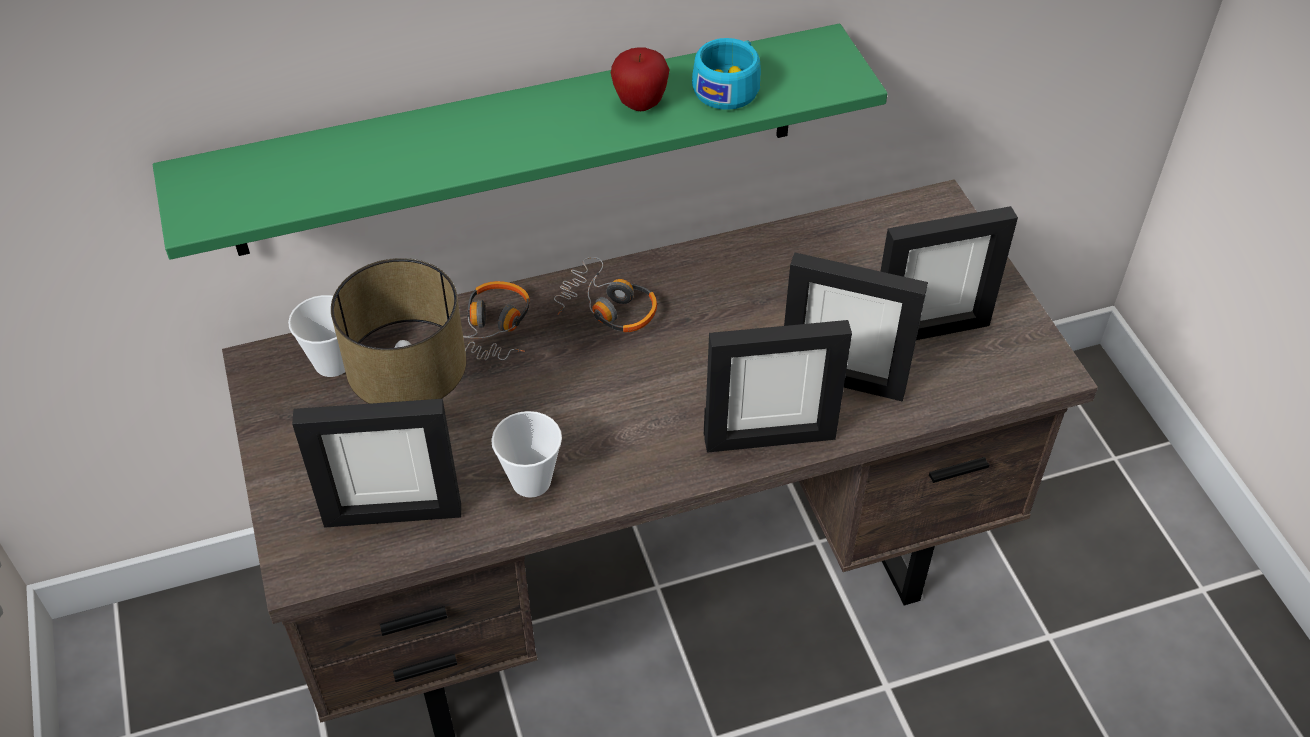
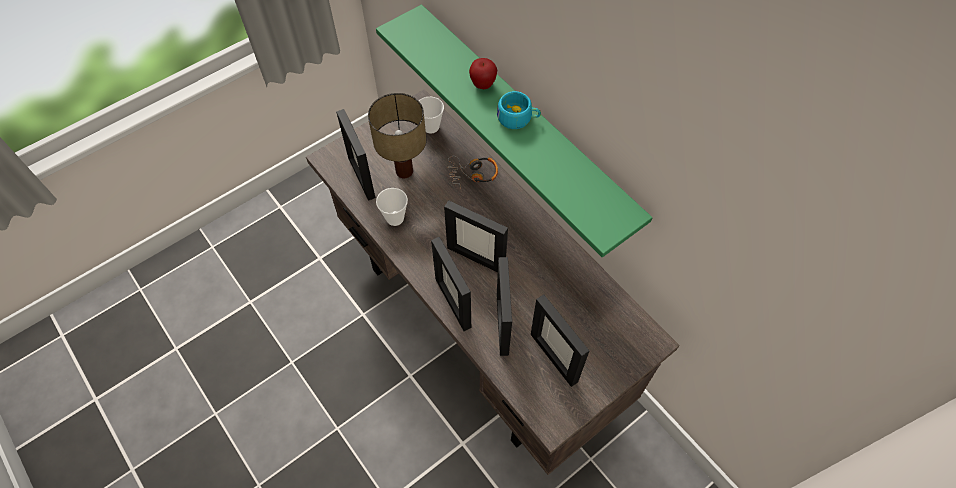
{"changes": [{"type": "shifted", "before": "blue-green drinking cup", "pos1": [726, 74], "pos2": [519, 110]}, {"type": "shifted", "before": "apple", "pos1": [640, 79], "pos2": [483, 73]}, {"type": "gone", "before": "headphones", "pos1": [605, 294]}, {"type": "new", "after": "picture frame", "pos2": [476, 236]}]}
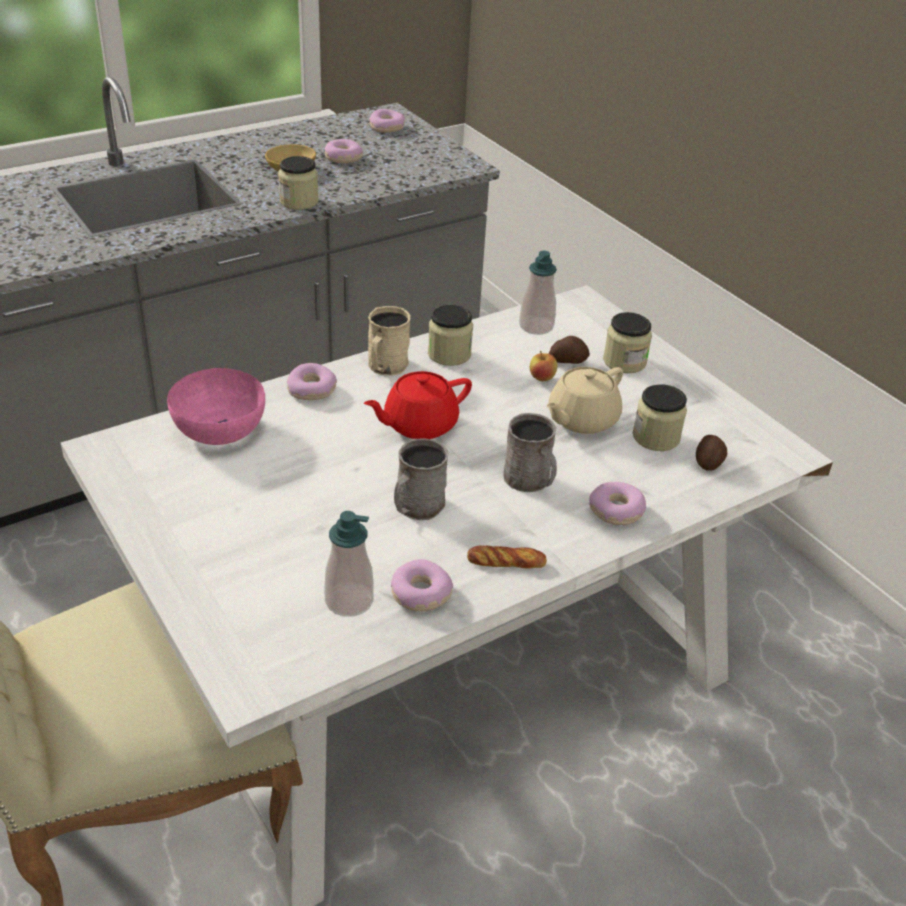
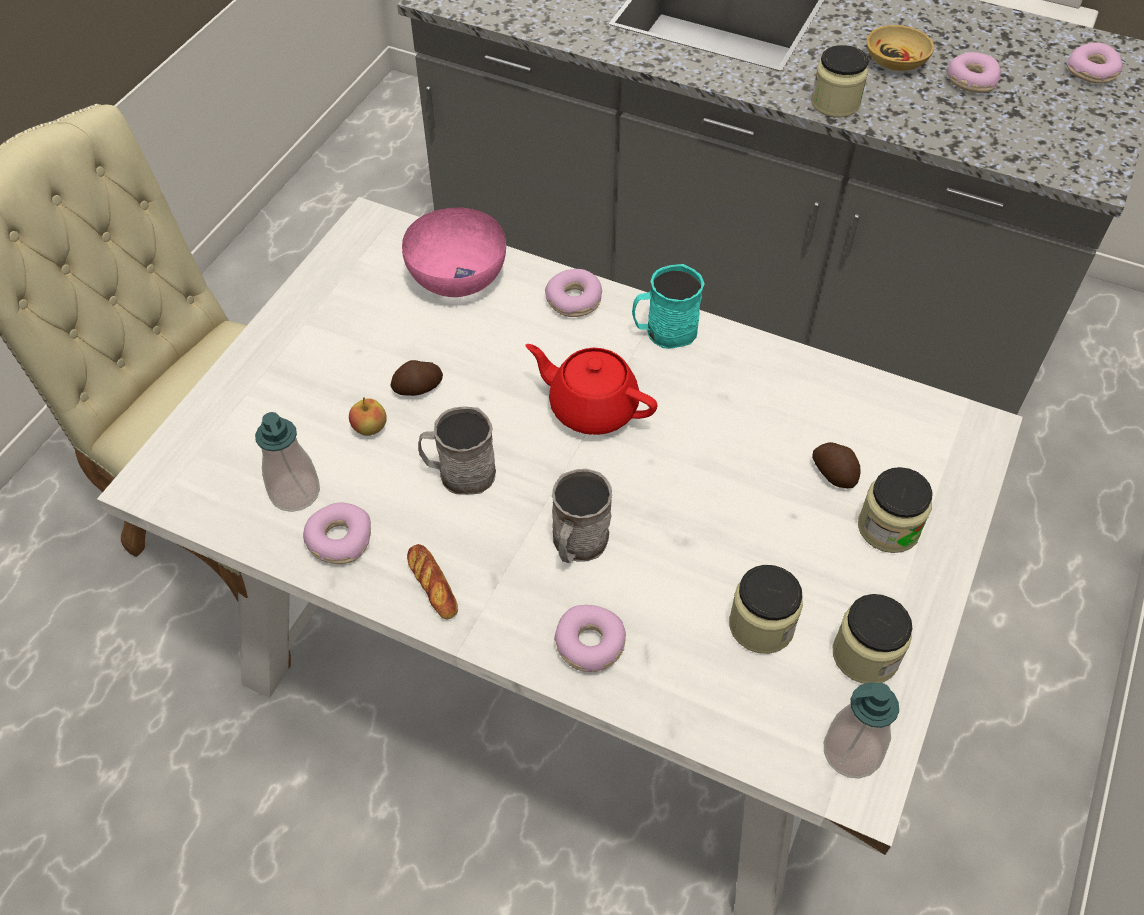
{"changes": [{"type": "shifted", "before": "liquid soap bottle", "pos1": [538, 293], "pos2": [861, 730]}, {"type": "shifted", "before": "jar", "pos1": [450, 335], "pos2": [872, 639]}, {"type": "repainted", "before": "beige-coloured tea mug", "after": "blue-green tea mug", "pos1": [389, 341], "pos2": [668, 306]}, {"type": "shifted", "before": "apple", "pos1": [544, 366], "pos2": [368, 416]}, {"type": "gone", "before": "beige-coloured teapot", "pos1": [585, 400]}, {"type": "shifted", "before": "potato", "pos1": [711, 453], "pos2": [416, 378]}]}
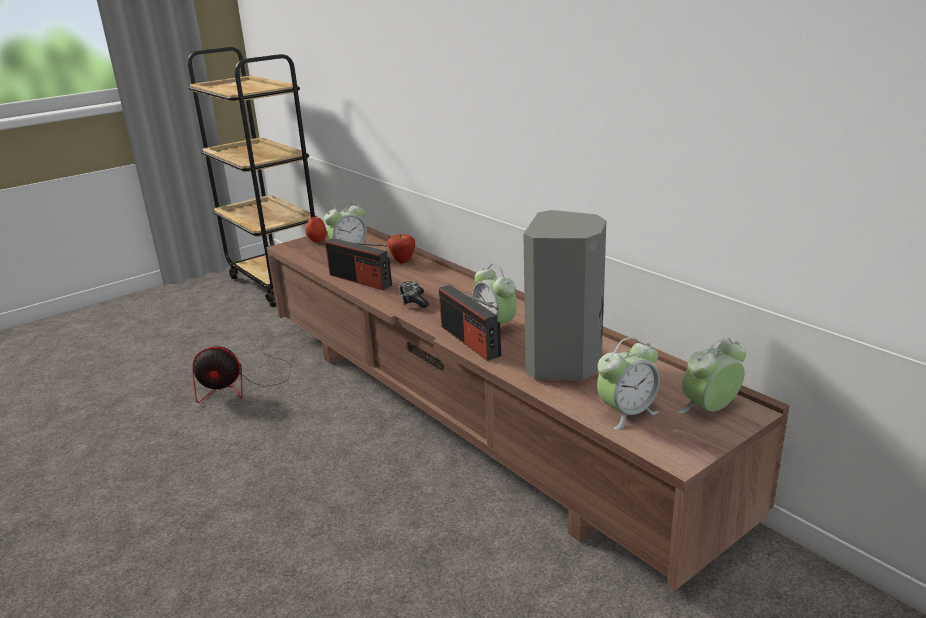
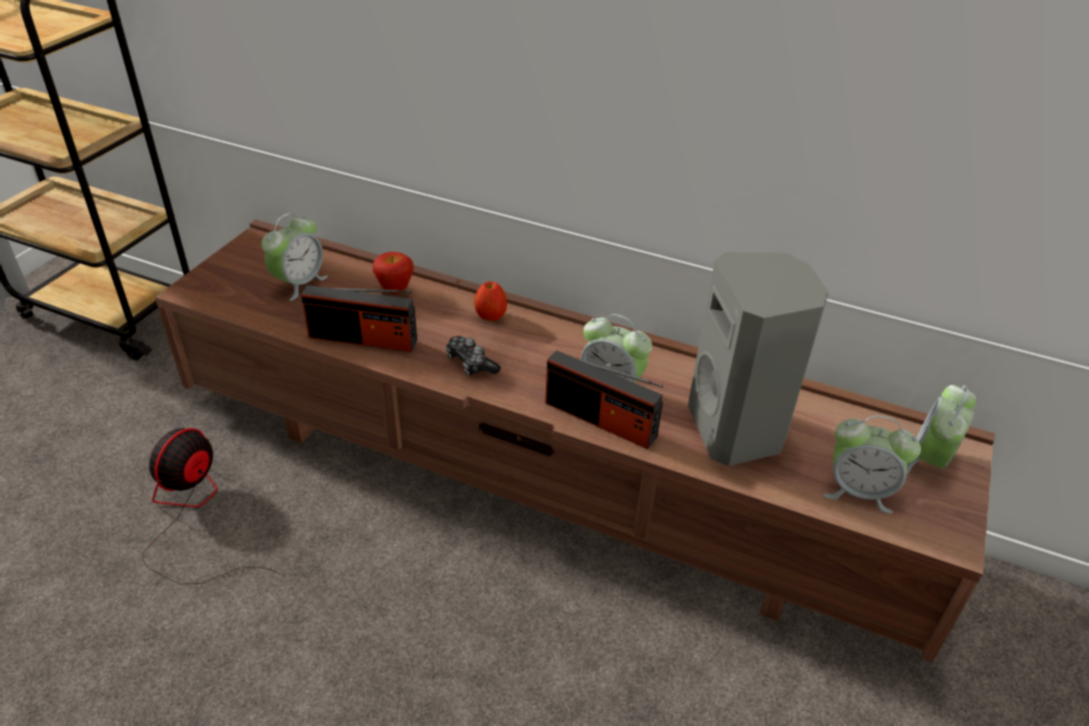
{"changes": [{"type": "shifted", "before": "apple", "pos1": [316, 229], "pos2": [490, 301]}, {"type": "rotated", "before": "alarm clock", "pos1": [628, 383], "pos2": [872, 464], "turn": 75}, {"type": "rotated", "before": "cooling fan", "pos1": [241, 373], "pos2": [213, 506], "turn": 150}]}
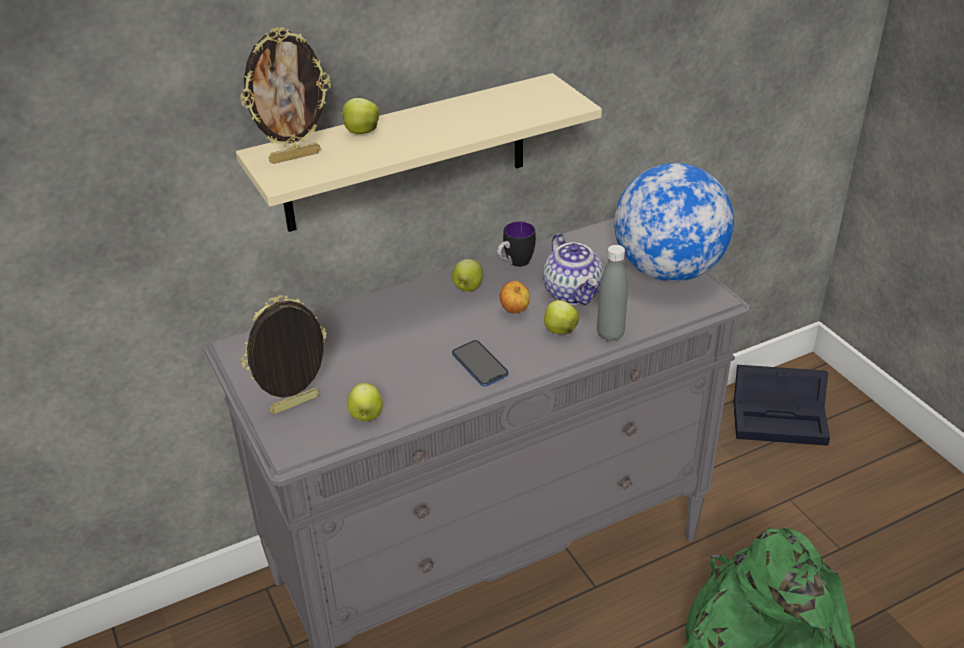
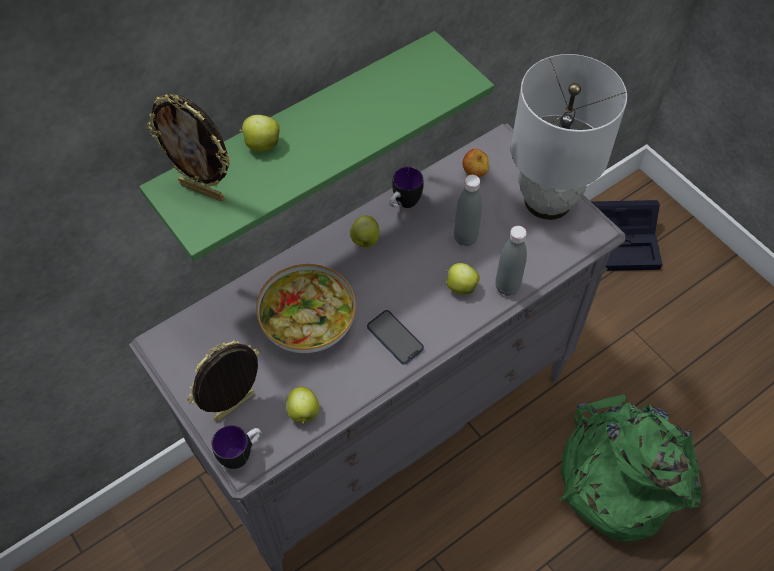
{"changes": [{"type": "rotated", "before": "picture frame", "pos1": [285, 95], "pos2": [188, 147], "turn": 60}, {"type": "repainted", "before": "beige-coloured bracket shelf", "after": "green-coloured bracket shelf", "pos1": [419, 152], "pos2": [316, 146]}, {"type": "swapped", "before": "globe", "after": "white tabletop lamp", "pos1": [674, 222], "pos2": [569, 137]}, {"type": "swapped", "before": "teapot", "after": "gray bottle", "pos1": [573, 269], "pos2": [468, 210]}, {"type": "shifted", "before": "apple", "pos1": [515, 297], "pos2": [476, 163]}, {"type": "new", "after": "deep dish", "pos2": [306, 308]}, {"type": "new", "after": "tea mug", "pos2": [236, 447]}]}
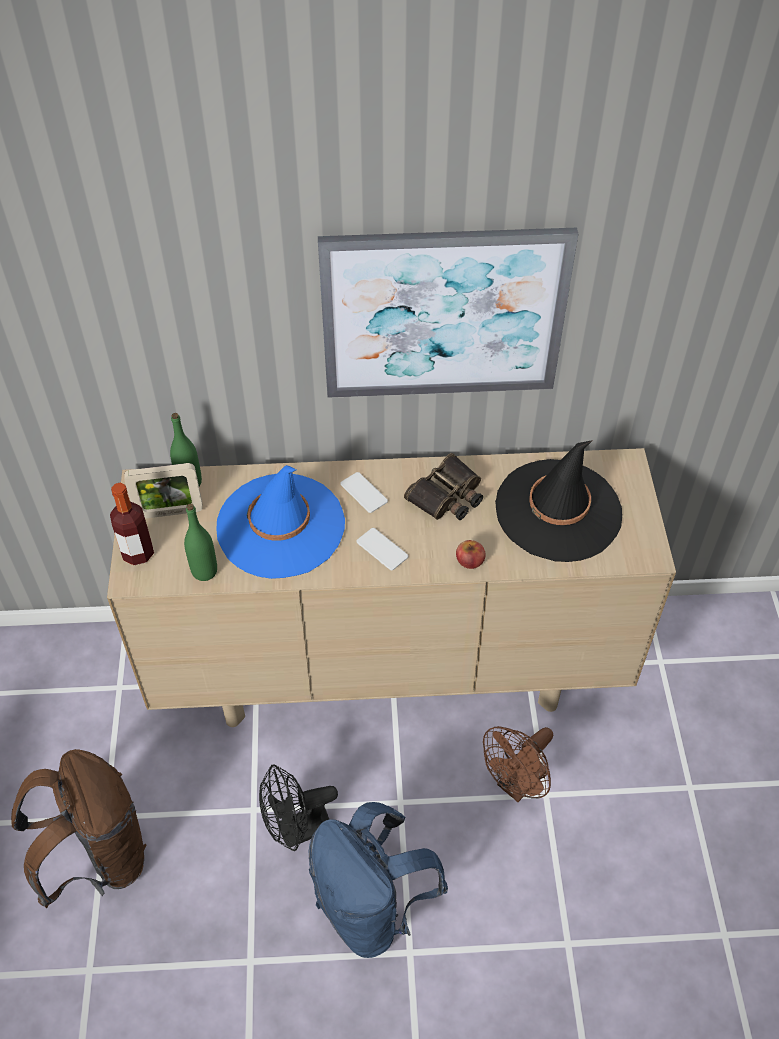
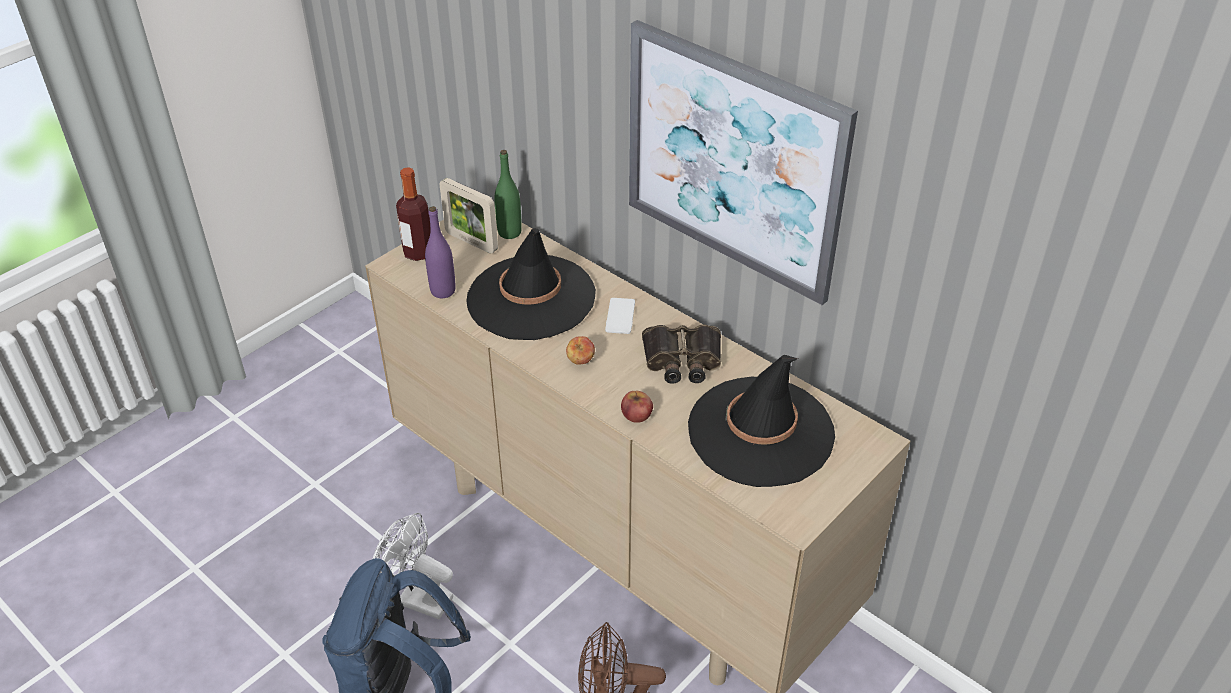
{"changes": [{"type": "repainted", "before": "blue clothing hat", "after": "black clothing hat", "pos1": [281, 522], "pos2": [531, 284]}, {"type": "repainted", "before": "green-coloured bottle", "after": "purplish bottle", "pos1": [200, 542], "pos2": [440, 252]}, {"type": "swapped", "before": "handset", "after": "apple", "pos1": [382, 549], "pos2": [580, 350]}, {"type": "gone", "before": "brownish knapsack", "pos1": [79, 828]}, {"type": "repainted", "before": "black cooling fan", "after": "white cooling fan", "pos1": [298, 807], "pos2": [413, 566]}]}
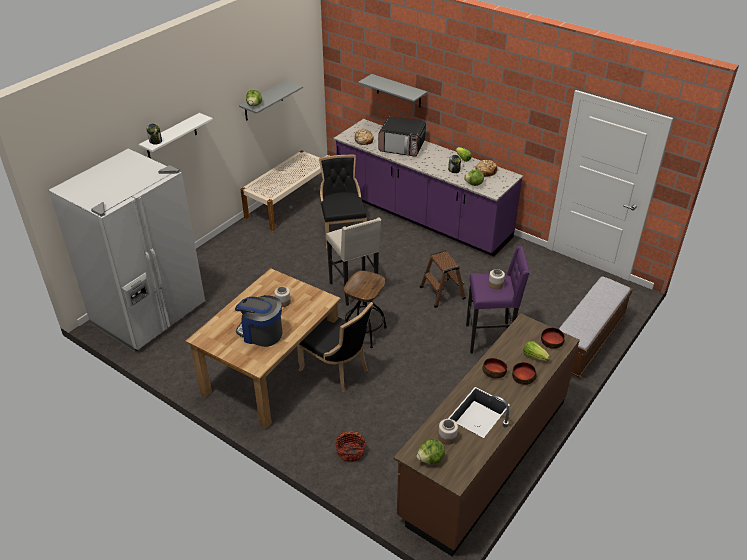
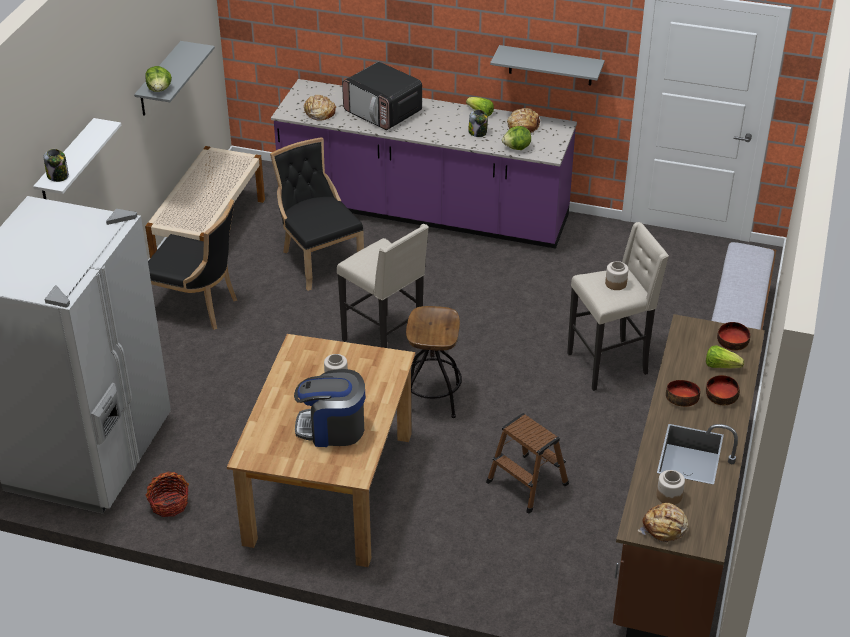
{"changes": [{"type": "shifted", "before": "gray bracket shelf", "pos1": [392, 90], "pos2": [547, 65]}, {"type": "rotated", "before": "kitchen microwave", "pos1": [402, 136], "pos2": [382, 96], "turn": 45}, {"type": "repainted", "before": "purplish stool", "after": "beige-coloured stool", "pos1": [498, 299], "pos2": [618, 306]}, {"type": "shifted", "before": "brownish step stool", "pos1": [442, 279], "pos2": [527, 463]}, {"type": "shifted", "before": "black plain chair", "pos1": [335, 347], "pos2": [192, 264]}, {"type": "shifted", "before": "household basket", "pos1": [350, 446], "pos2": [167, 494]}, {"type": "swapped", "before": "lettuce head", "after": "bread", "pos1": [430, 451], "pos2": [663, 523]}]}
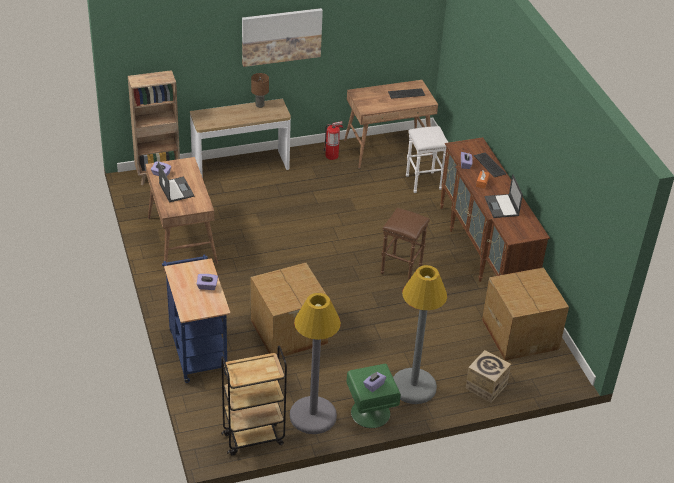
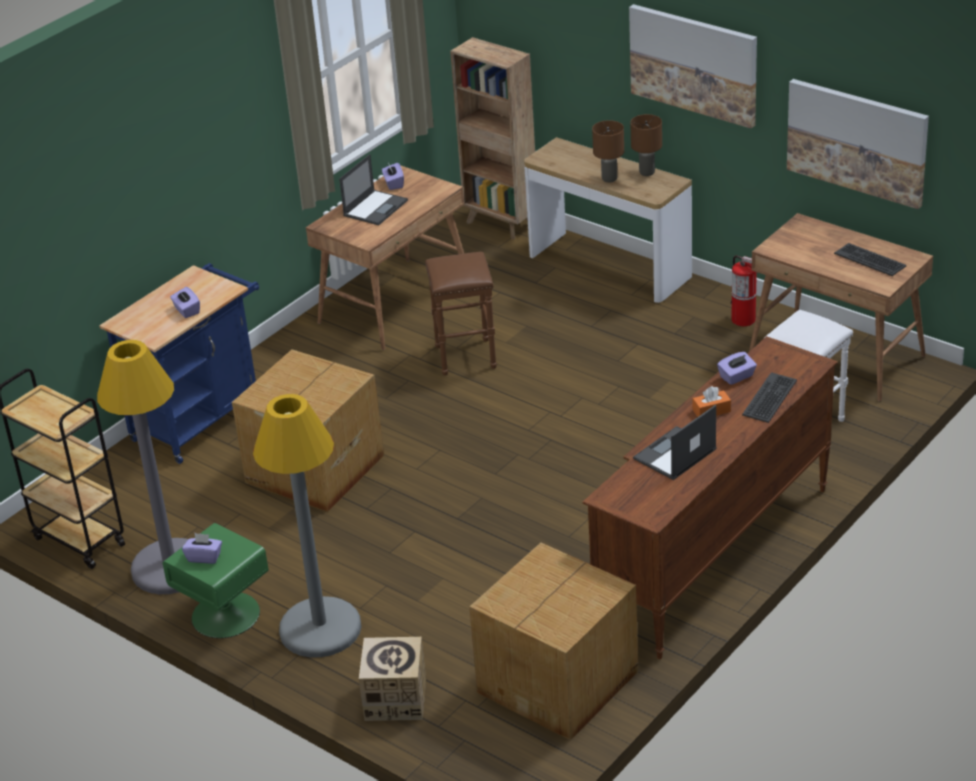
{"changes": [{"type": "shifted", "before": "brownish stool", "pos1": [405, 245], "pos2": [461, 314]}, {"type": "new", "after": "picture", "pos2": [858, 144]}, {"type": "new", "after": "brownish tabletop lamp", "pos2": [608, 151]}]}
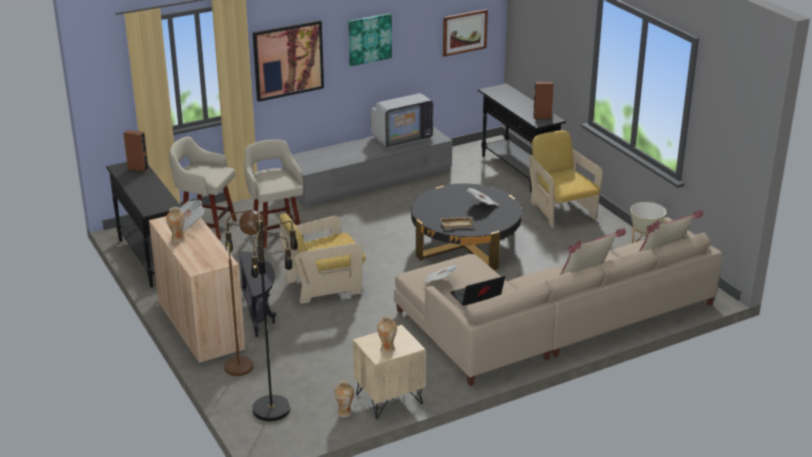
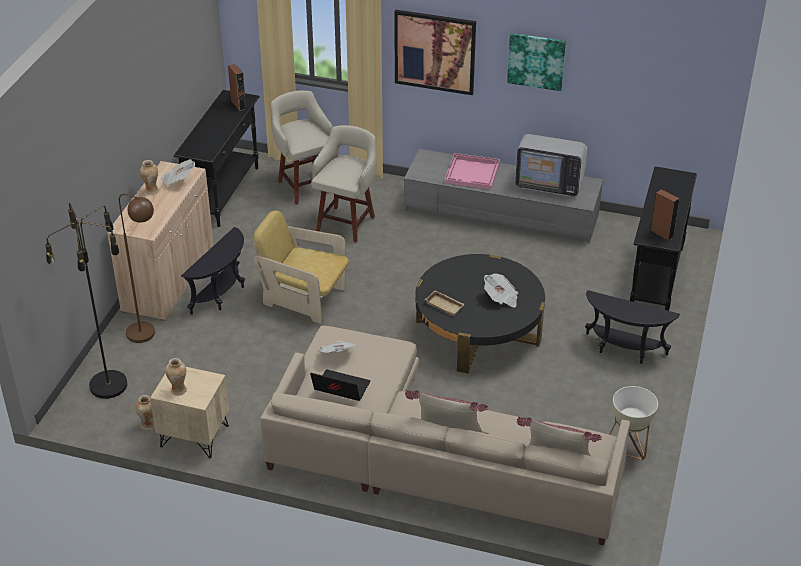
{"changes": [{"type": "gone", "before": "picture", "pos1": [465, 33]}, {"type": "swapped", "before": "yellowish easy chair", "after": "black end table", "pos1": [566, 179], "pos2": [632, 327]}, {"type": "new", "after": "pink tray", "pos2": [472, 171]}]}
